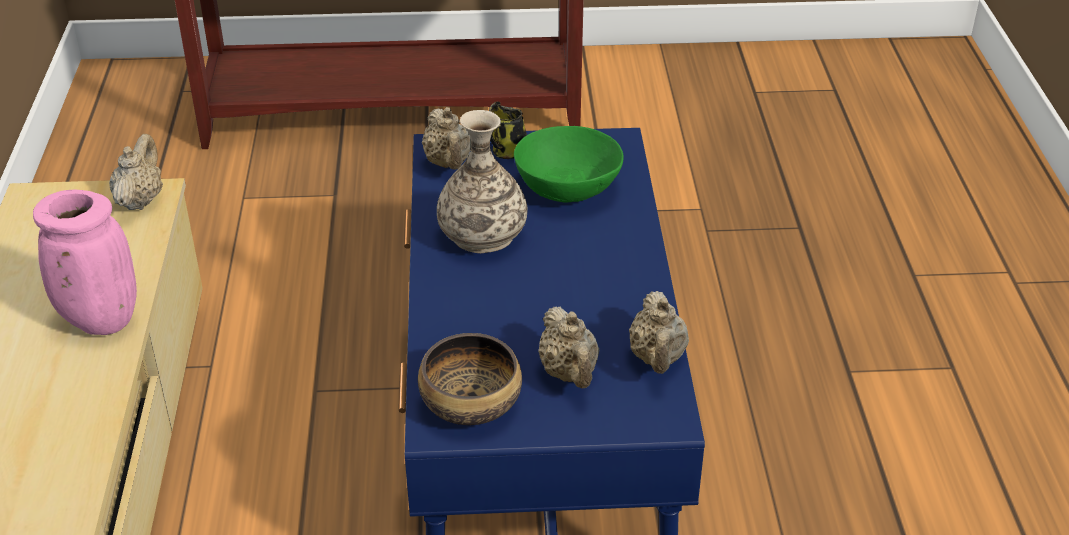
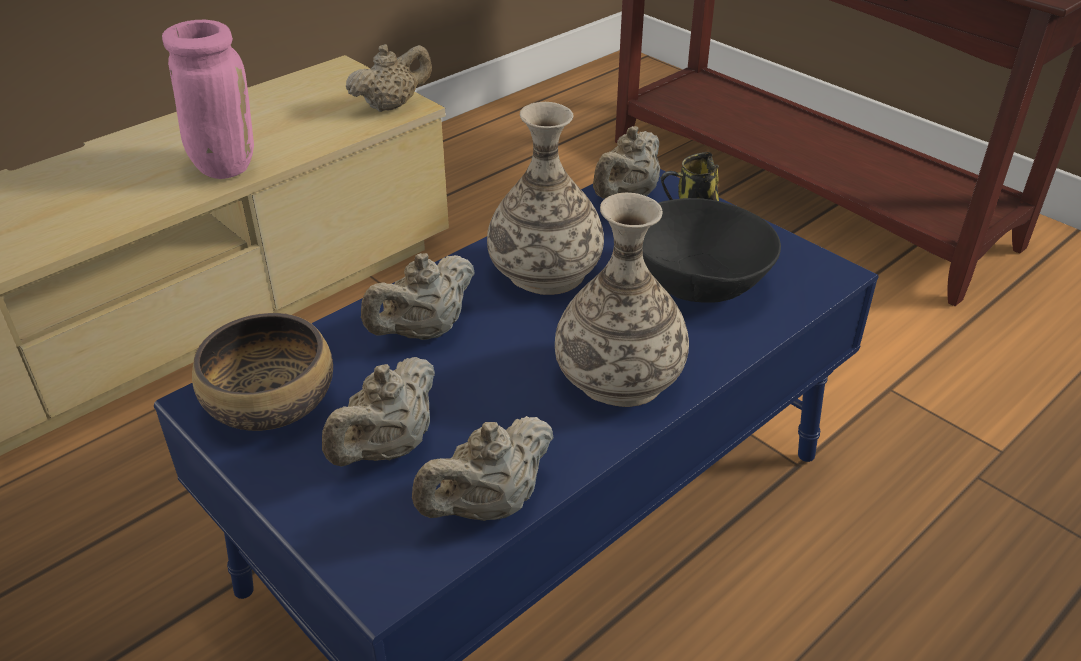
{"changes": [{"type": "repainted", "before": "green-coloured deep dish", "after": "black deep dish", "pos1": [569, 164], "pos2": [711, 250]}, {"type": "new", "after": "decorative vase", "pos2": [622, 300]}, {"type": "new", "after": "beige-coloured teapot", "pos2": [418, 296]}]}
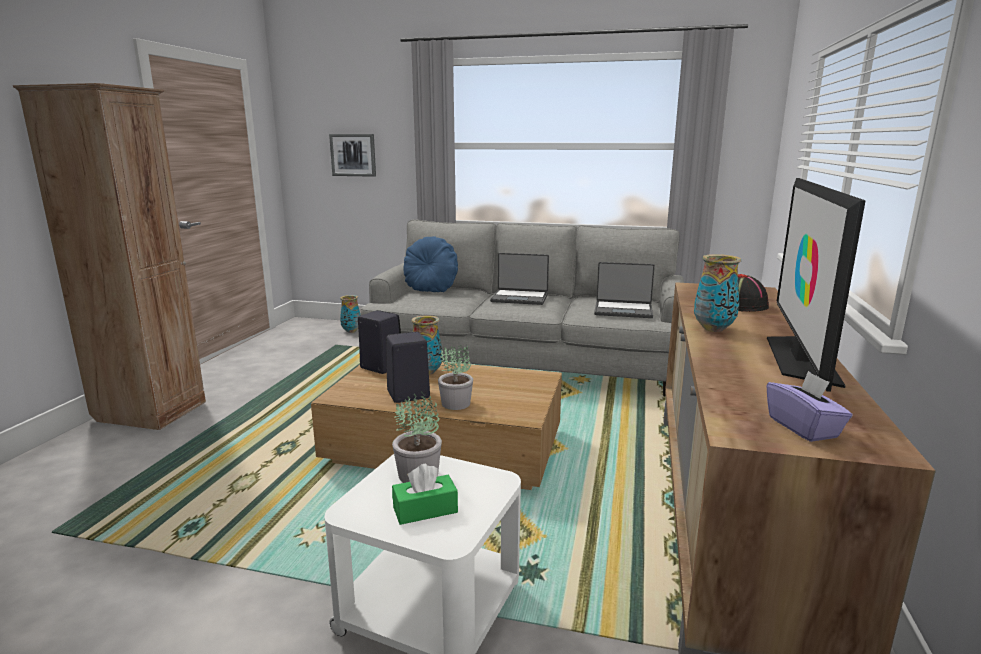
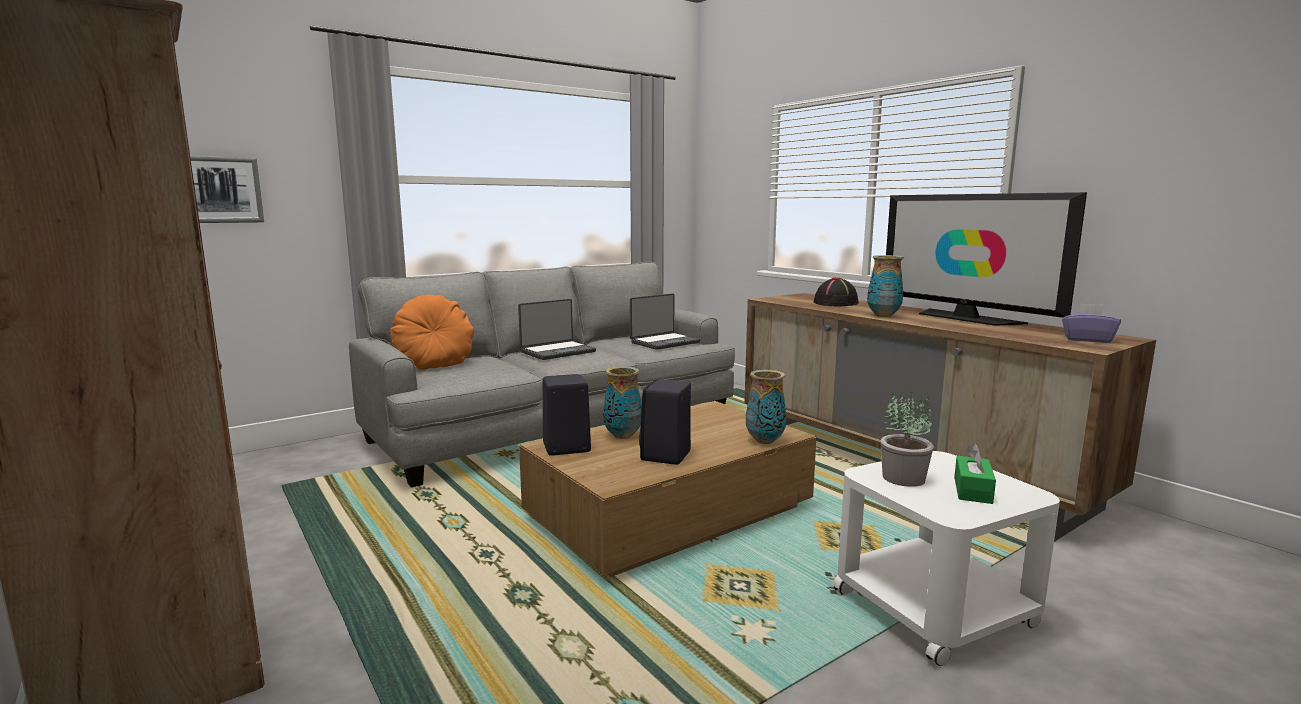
{"changes": [{"type": "repainted", "before": "blue cushion", "after": "orange-coloured cushion", "pos1": [430, 264], "pos2": [432, 332]}, {"type": "shifted", "before": "decorative vase", "pos1": [350, 314], "pos2": [766, 407]}, {"type": "gone", "before": "houseplant", "pos1": [455, 377]}]}
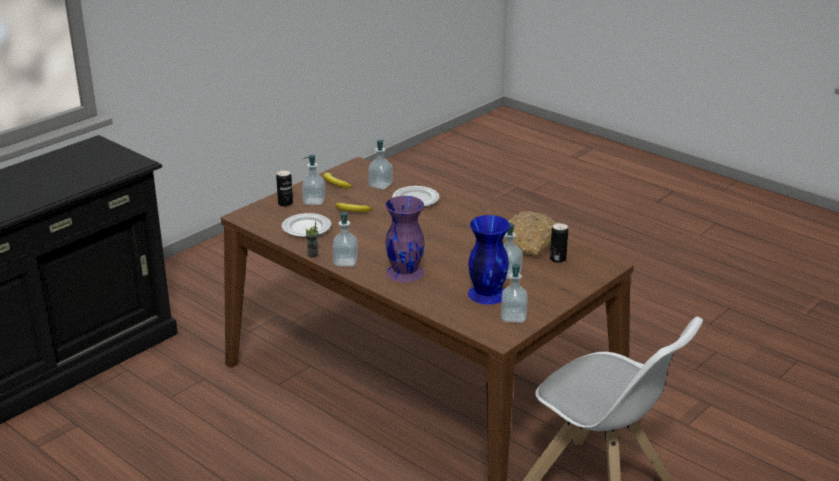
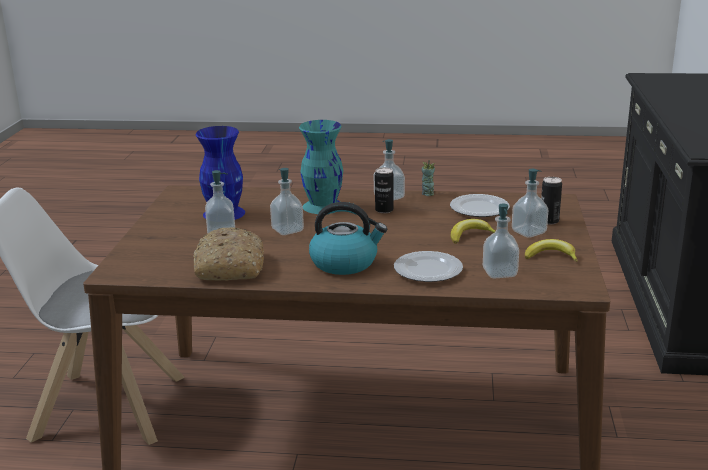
{"changes": [{"type": "repainted", "before": "purplish decorative vase", "after": "blue-green decorative vase", "pos1": [405, 239], "pos2": [321, 167]}, {"type": "shifted", "before": "metal can", "pos1": [559, 243], "pos2": [384, 190]}, {"type": "shifted", "before": "liquid soap bottle", "pos1": [514, 293], "pos2": [287, 201]}, {"type": "new", "after": "kettle", "pos2": [348, 238]}]}
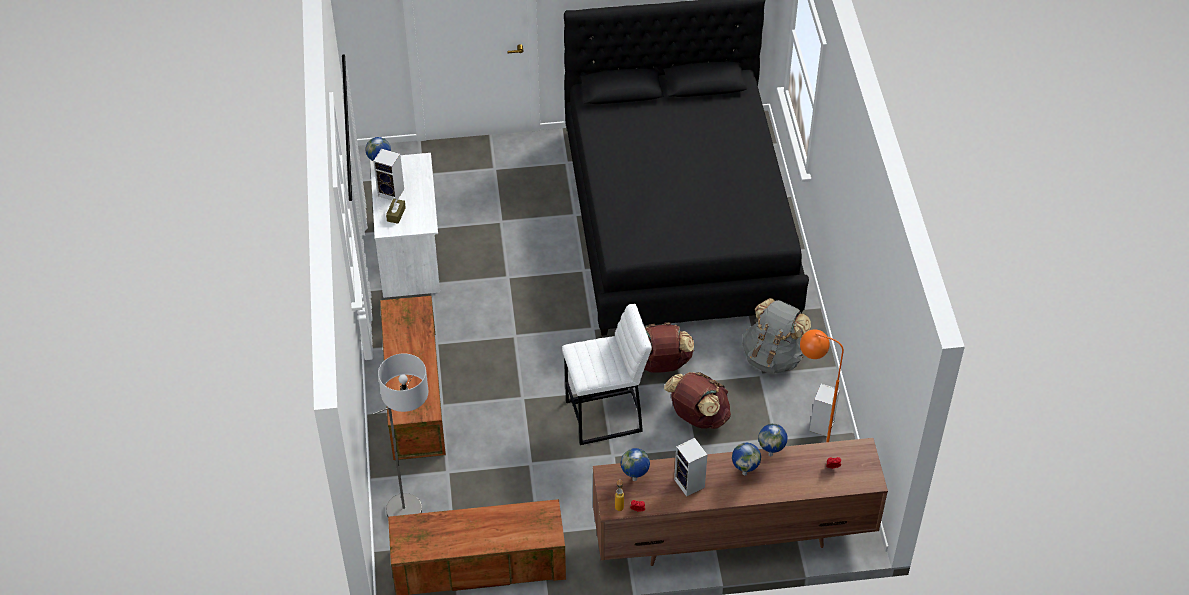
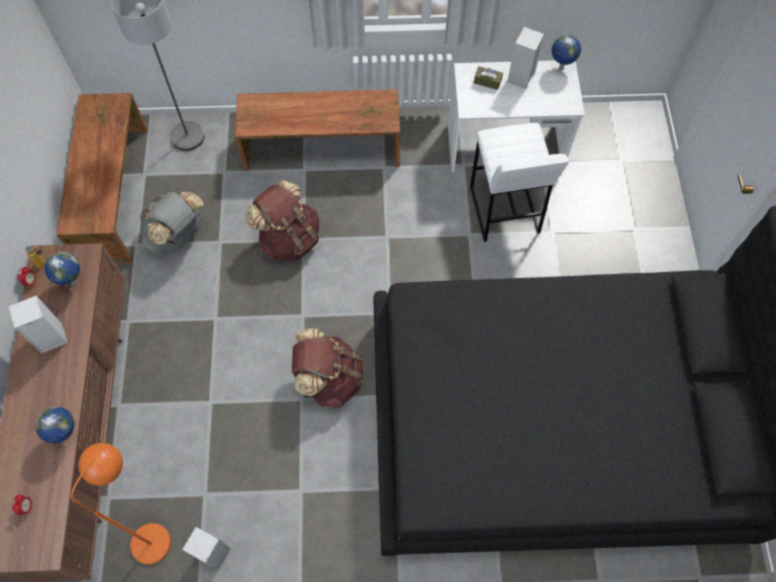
{"changes": [{"type": "shifted", "before": "gray knapsack", "pos1": [776, 336], "pos2": [171, 223]}, {"type": "shifted", "before": "white stool", "pos1": [607, 374], "pos2": [519, 182]}, {"type": "shifted", "before": "brownish knapsack", "pos1": [697, 400], "pos2": [282, 220]}, {"type": "gone", "before": "globe", "pos1": [746, 459]}]}
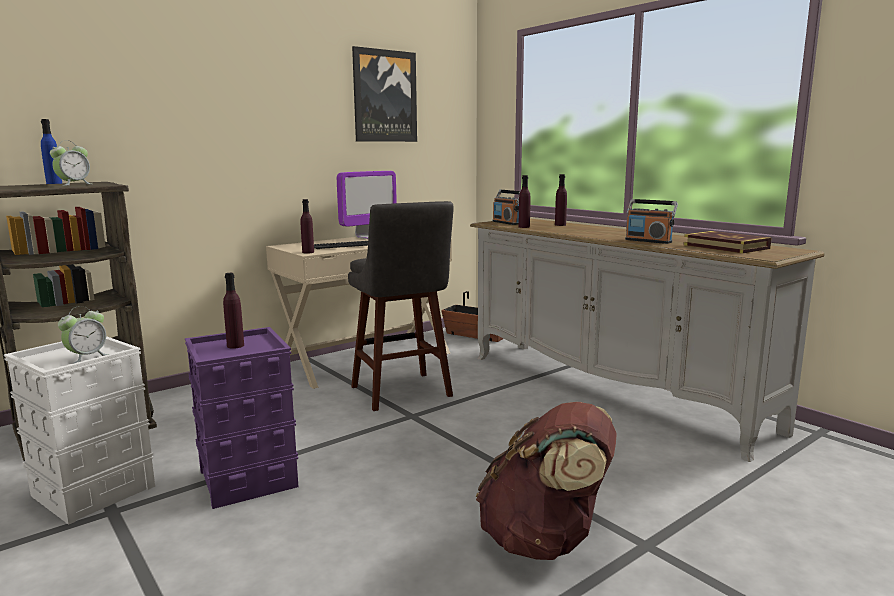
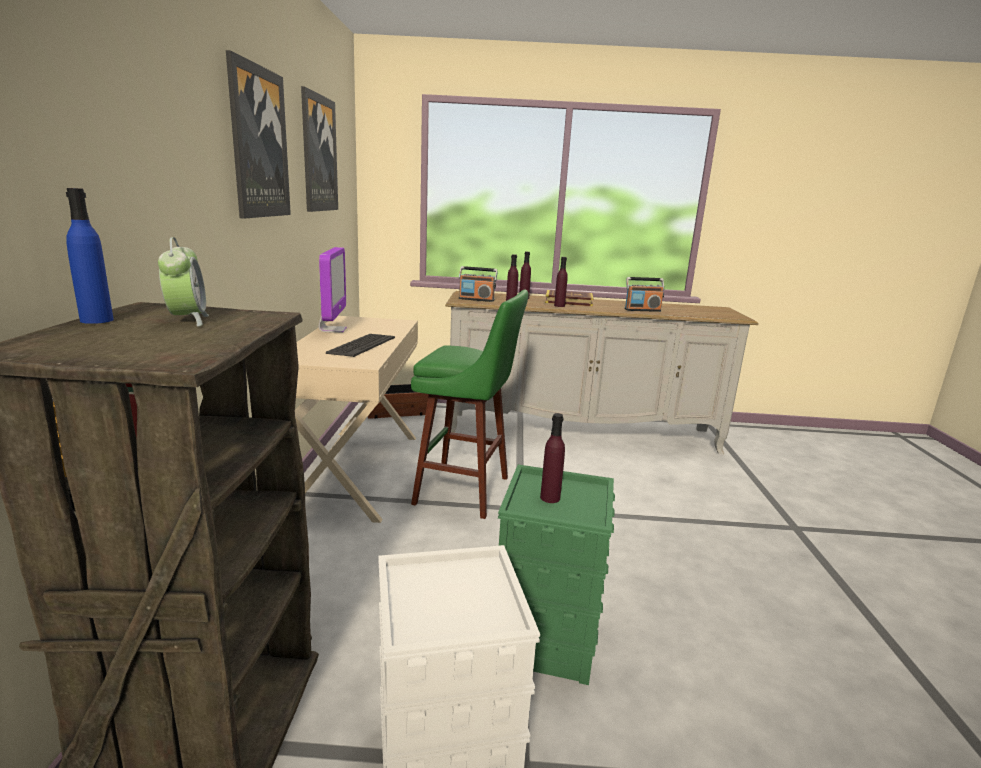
{"changes": [{"type": "shifted", "before": "purplish bottle", "pos1": [307, 226], "pos2": [561, 282]}, {"type": "repainted", "before": "gray stool", "after": "green-coloured stool", "pos1": [401, 306], "pos2": [470, 404]}, {"type": "shifted", "before": "book", "pos1": [727, 242], "pos2": [569, 298]}, {"type": "gone", "before": "alarm clock", "pos1": [83, 334]}, {"type": "repainted", "before": "purplish storage bin", "after": "green-coloured storage bin", "pos1": [241, 418], "pos2": [556, 575]}, {"type": "gone", "before": "brownish knapsack", "pos1": [546, 481]}, {"type": "new", "after": "picture", "pos2": [258, 134]}]}
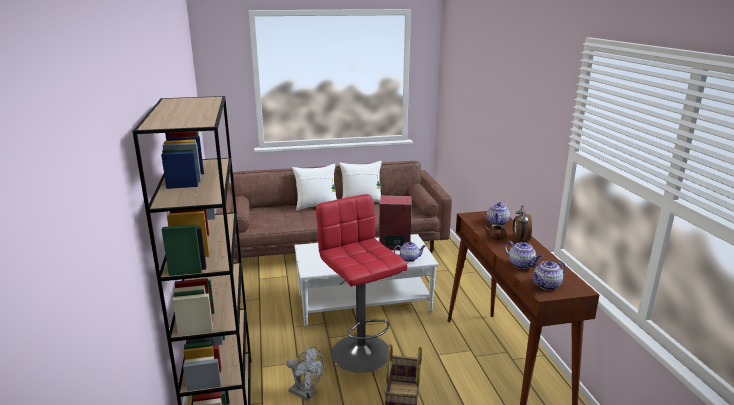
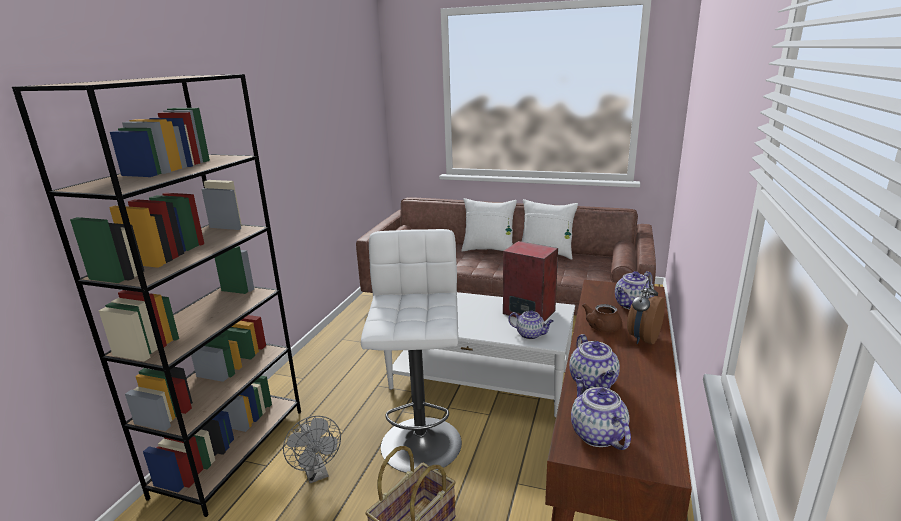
{"changes": [{"type": "repainted", "before": "red-coloured stool", "after": "white stool", "pos1": [361, 283], "pos2": [411, 351]}, {"type": "rotated", "before": "teapot", "pos1": [549, 275], "pos2": [601, 413], "turn": 75}]}
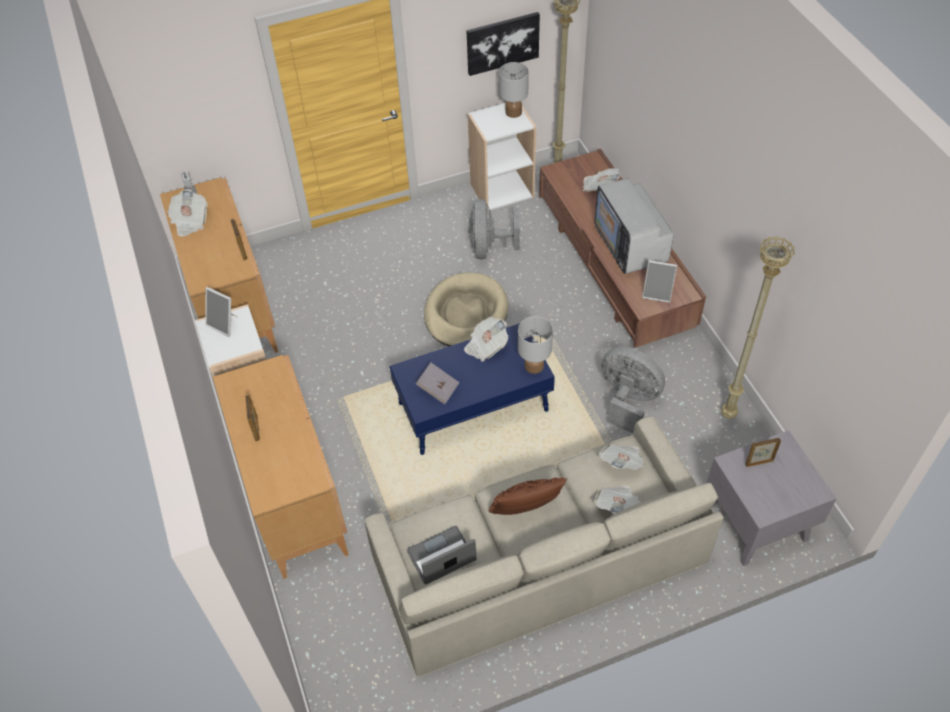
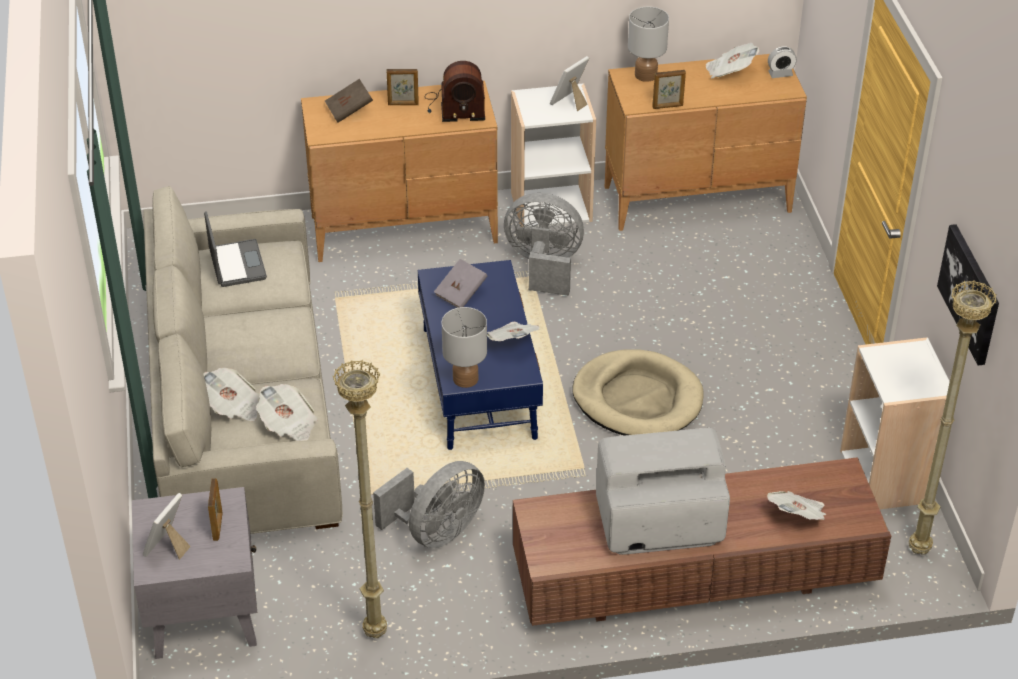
{"changes": [{"type": "shifted", "before": "gray tabletop lamp", "pos1": [514, 90], "pos2": [648, 44]}, {"type": "shifted", "before": "gray cooling fan", "pos1": [494, 229], "pos2": [544, 244]}, {"type": "shifted", "before": "picture frame", "pos1": [659, 281], "pos2": [167, 526]}, {"type": "gone", "before": "brownish cushion", "pos1": [528, 496]}, {"type": "new", "after": "radio set", "pos2": [455, 91]}, {"type": "new", "after": "brownish book", "pos2": [349, 101]}]}
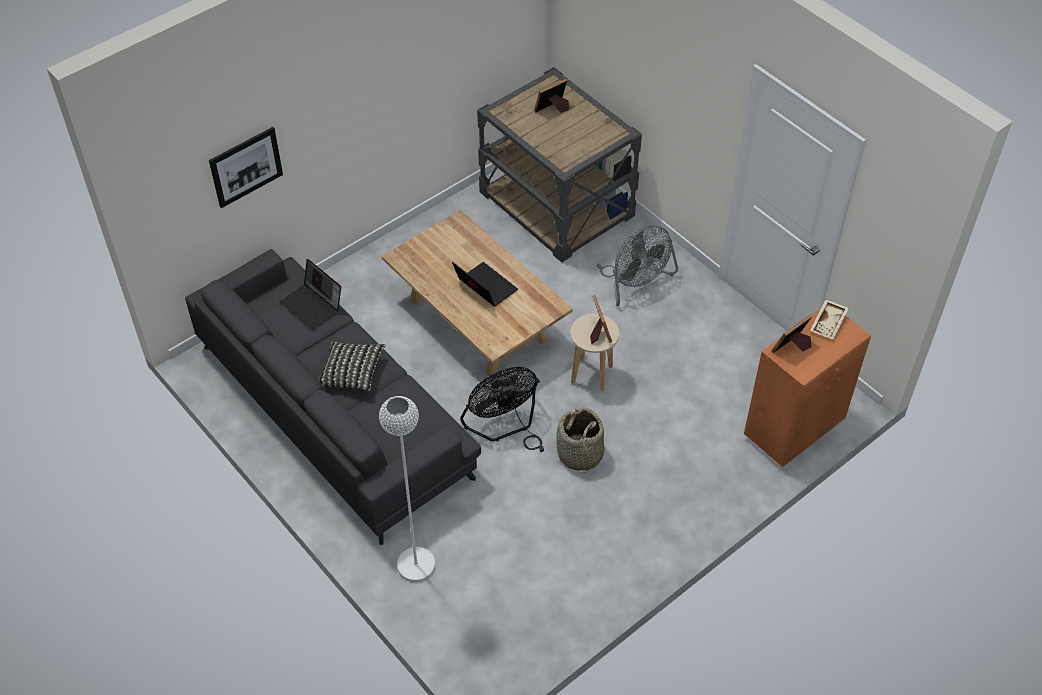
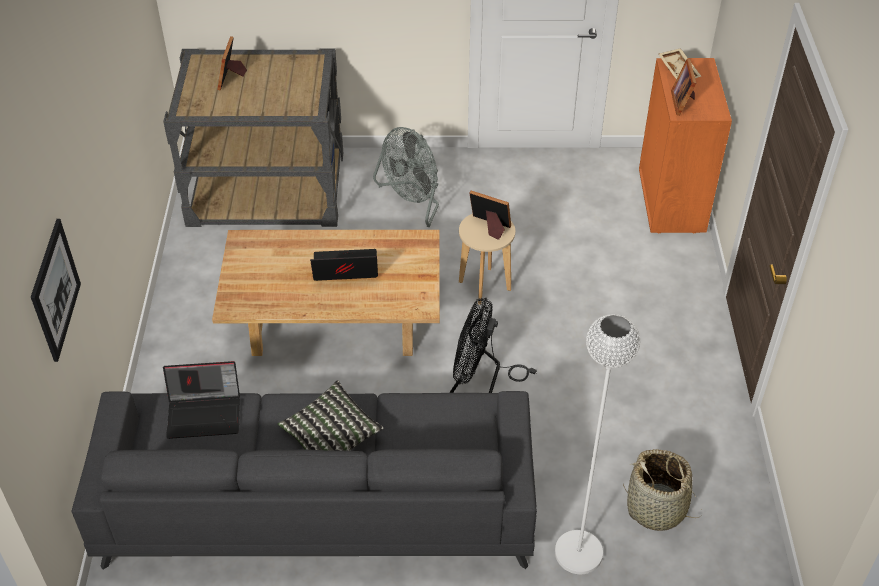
{"changes": [{"type": "rotated", "before": "gray cooling fan", "pos1": [637, 265], "pos2": [406, 177], "turn": 135}, {"type": "shifted", "before": "household basket", "pos1": [580, 440], "pos2": [662, 490]}]}
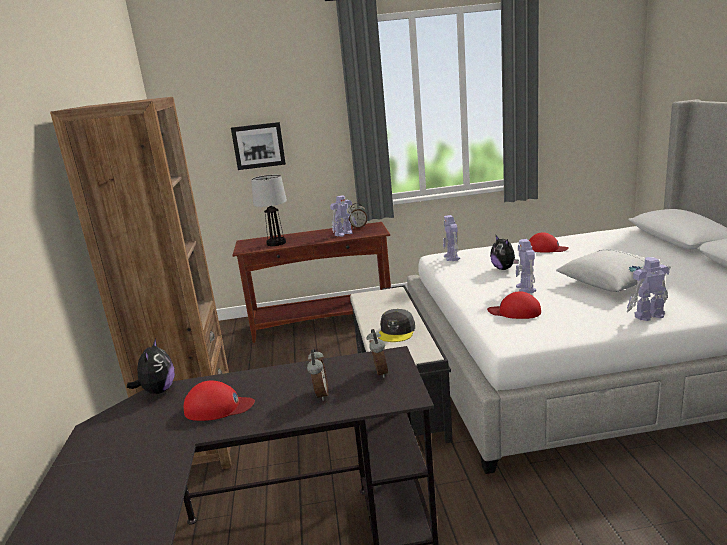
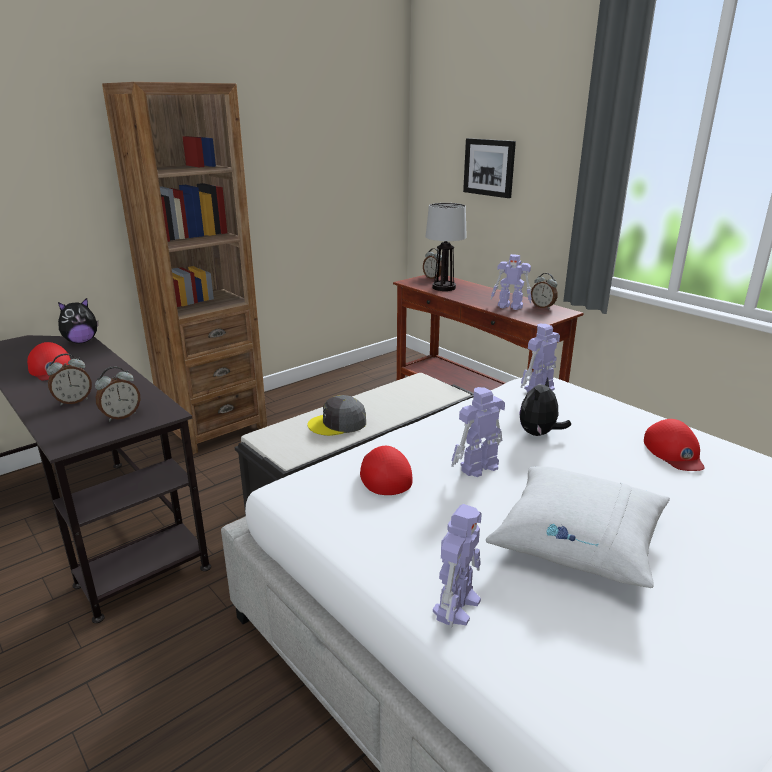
{"changes": [{"type": "rotated", "before": "model robot", "pos1": [648, 289], "pos2": [457, 566], "turn": 75}, {"type": "new", "after": "alarm clock", "pos2": [432, 264]}]}
